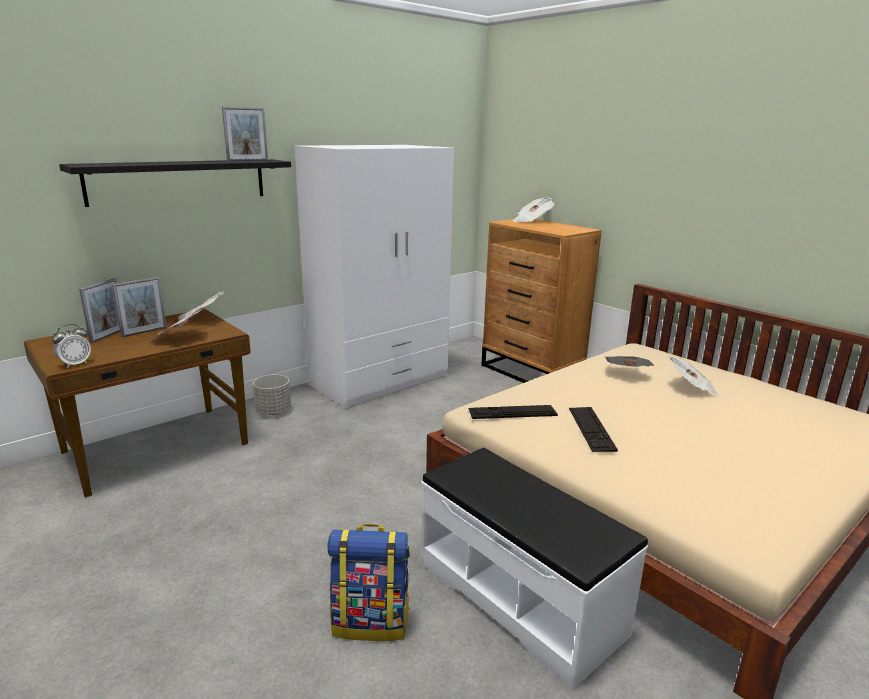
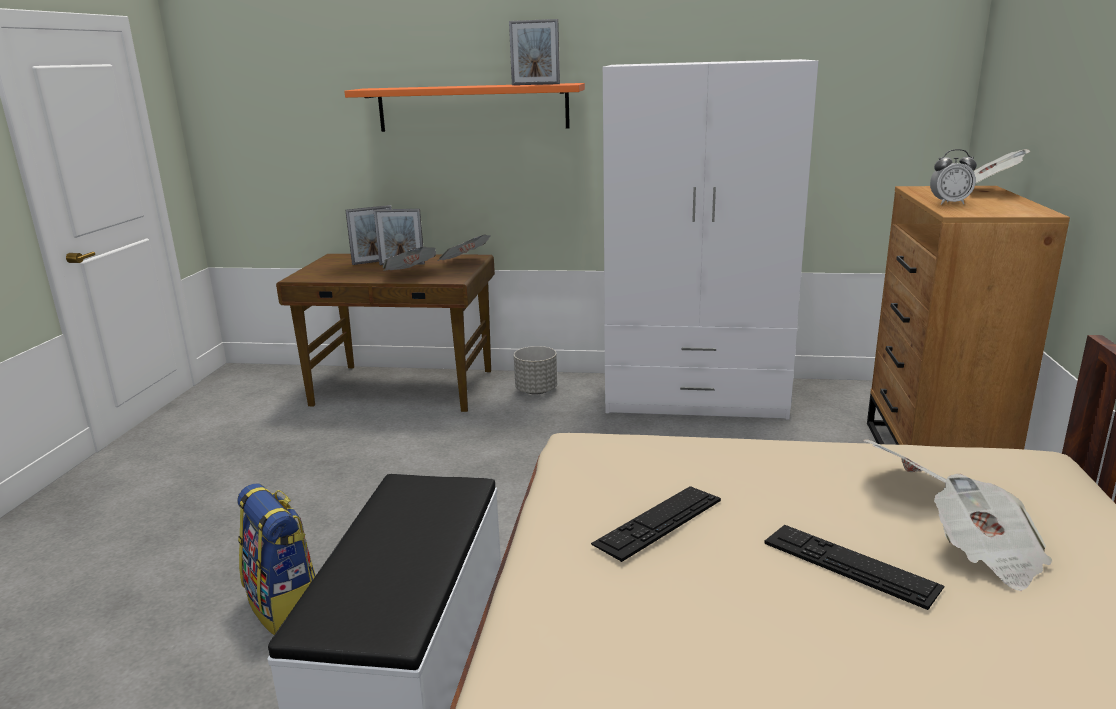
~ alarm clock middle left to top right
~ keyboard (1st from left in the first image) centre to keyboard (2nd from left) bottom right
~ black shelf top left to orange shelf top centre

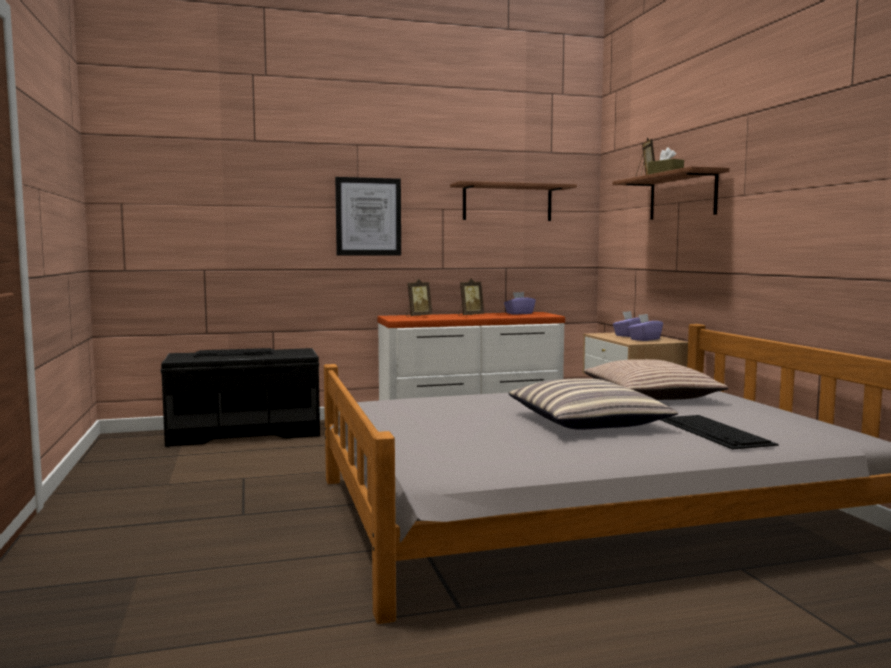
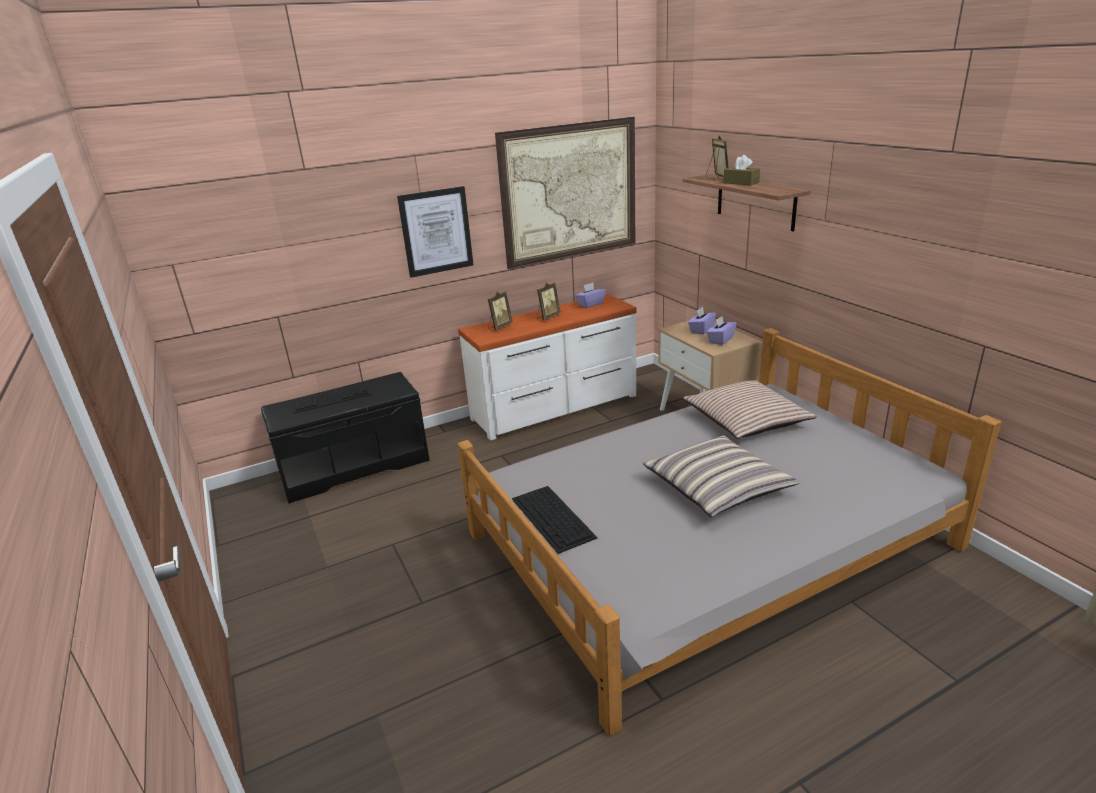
~ keyboard (2nd from left) middle right to centre
~ shelf (1st from left) top centre to picture (2nd from left) top centre

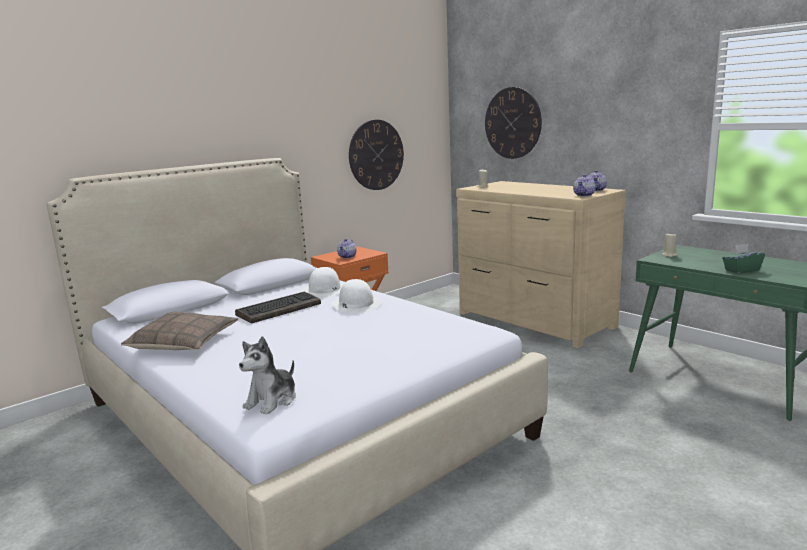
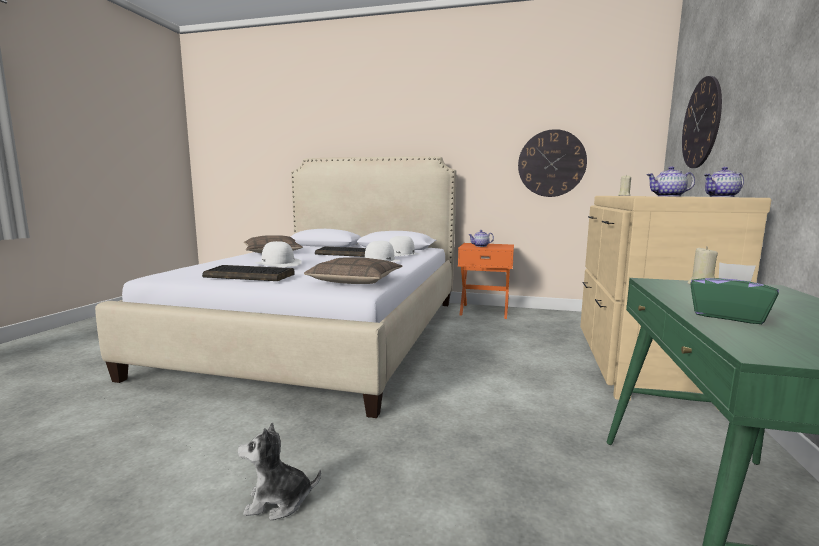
+ keyboard (1st from left) middle left
+ white hat (1st from left) centre
+ pillow (2nd from left) centre
~ plush toy bottom left to bottom centre

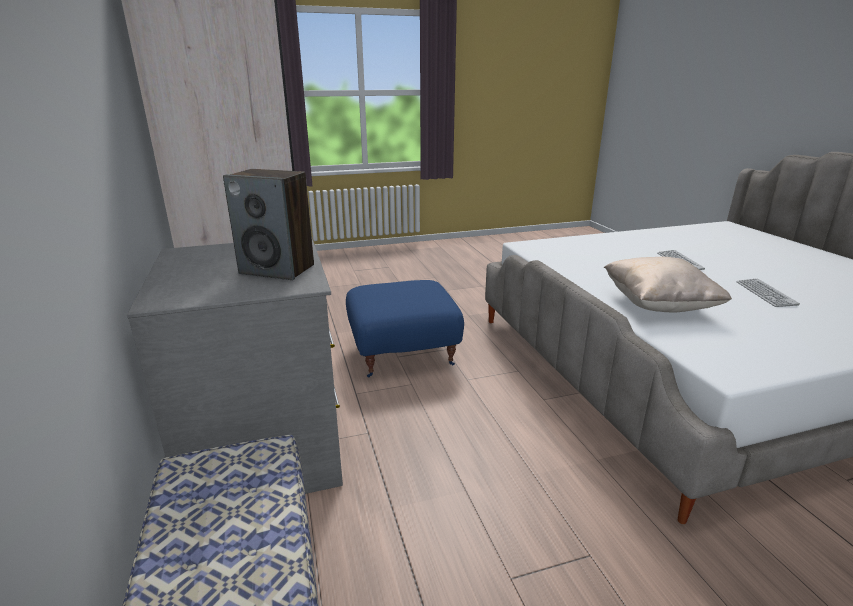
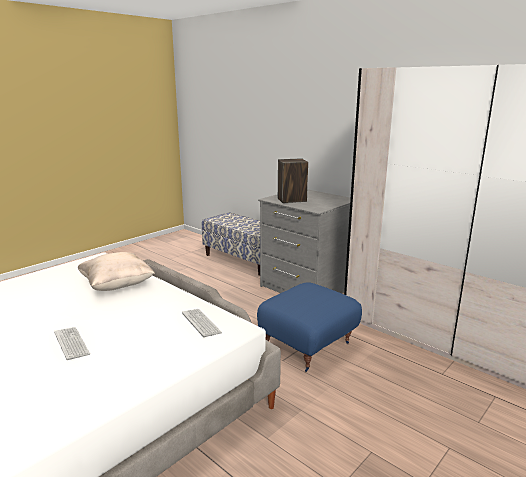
~ keyboard (2nd from left) middle right to bottom centre

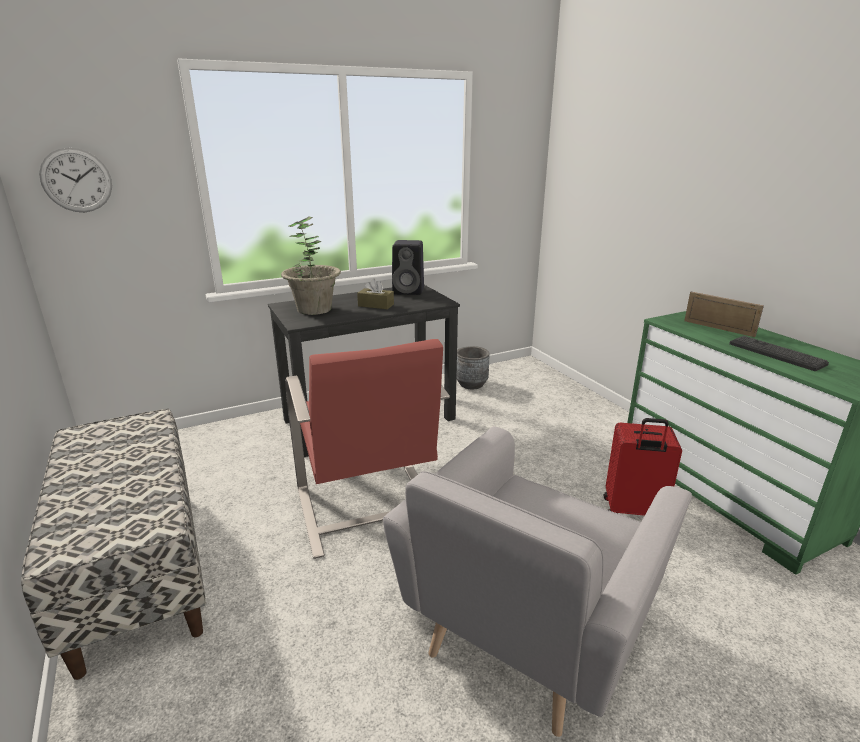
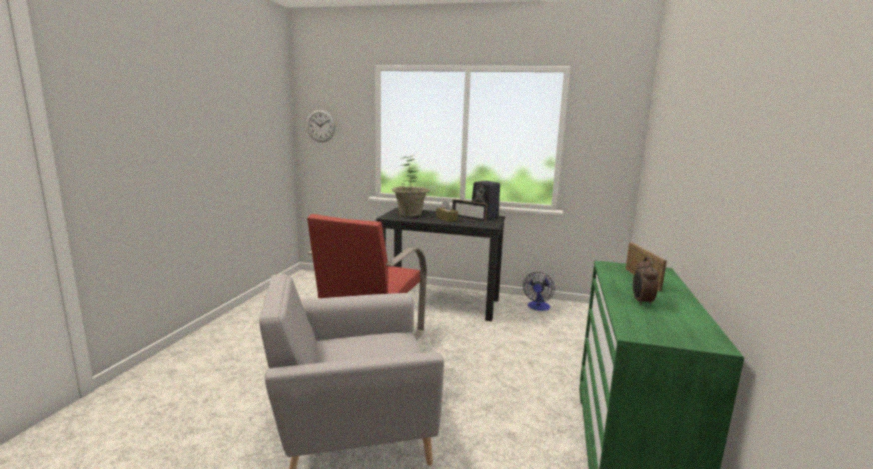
- bench bottom left
- red suitcase middle right
+ picture frame (1st from left) centre
~ grey planter centre to fan centre
~ keyboard middle right to alarm clock middle right

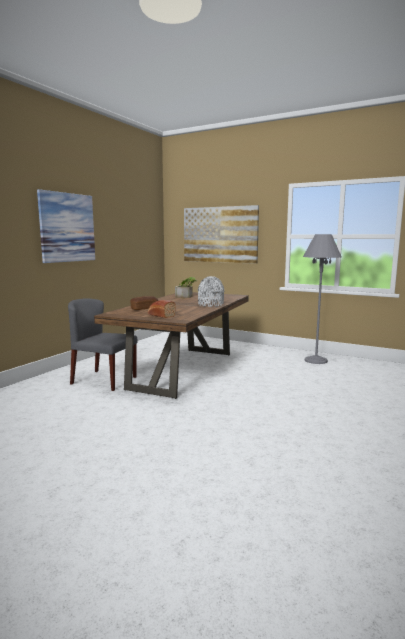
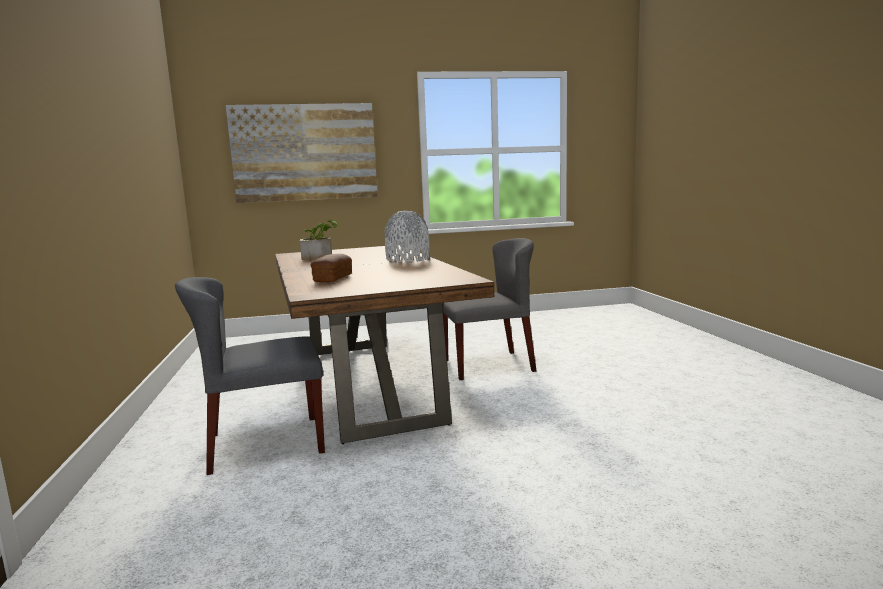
- picture (1st from left) middle left
- bread (2nd from left) centre
- grey floor lamp middle right
+ grey chair (2nd from left) centre

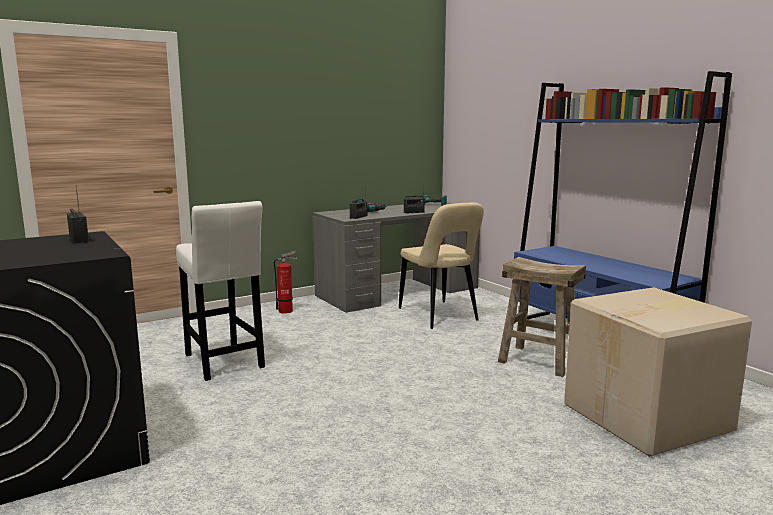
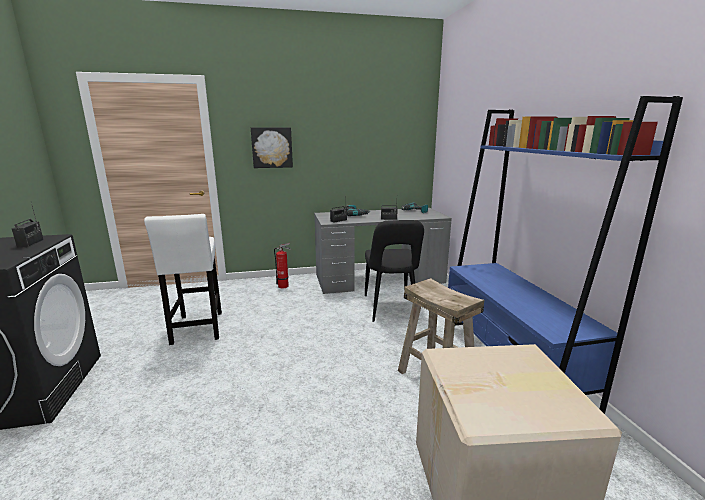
+ picture top centre
~ beige chair centre to black chair centre

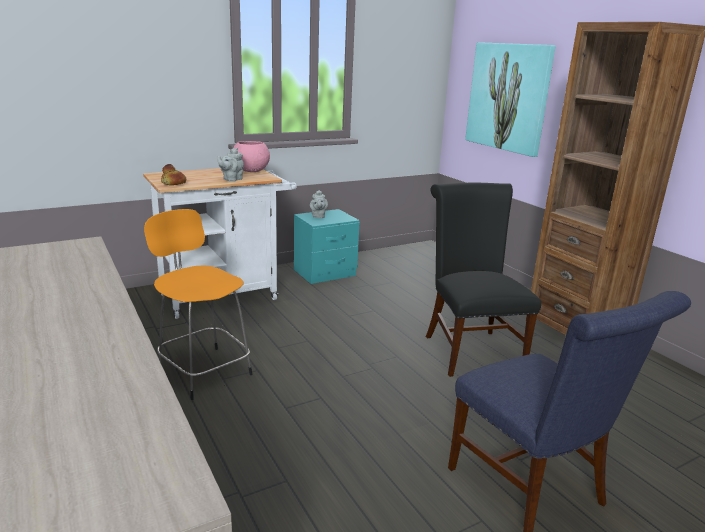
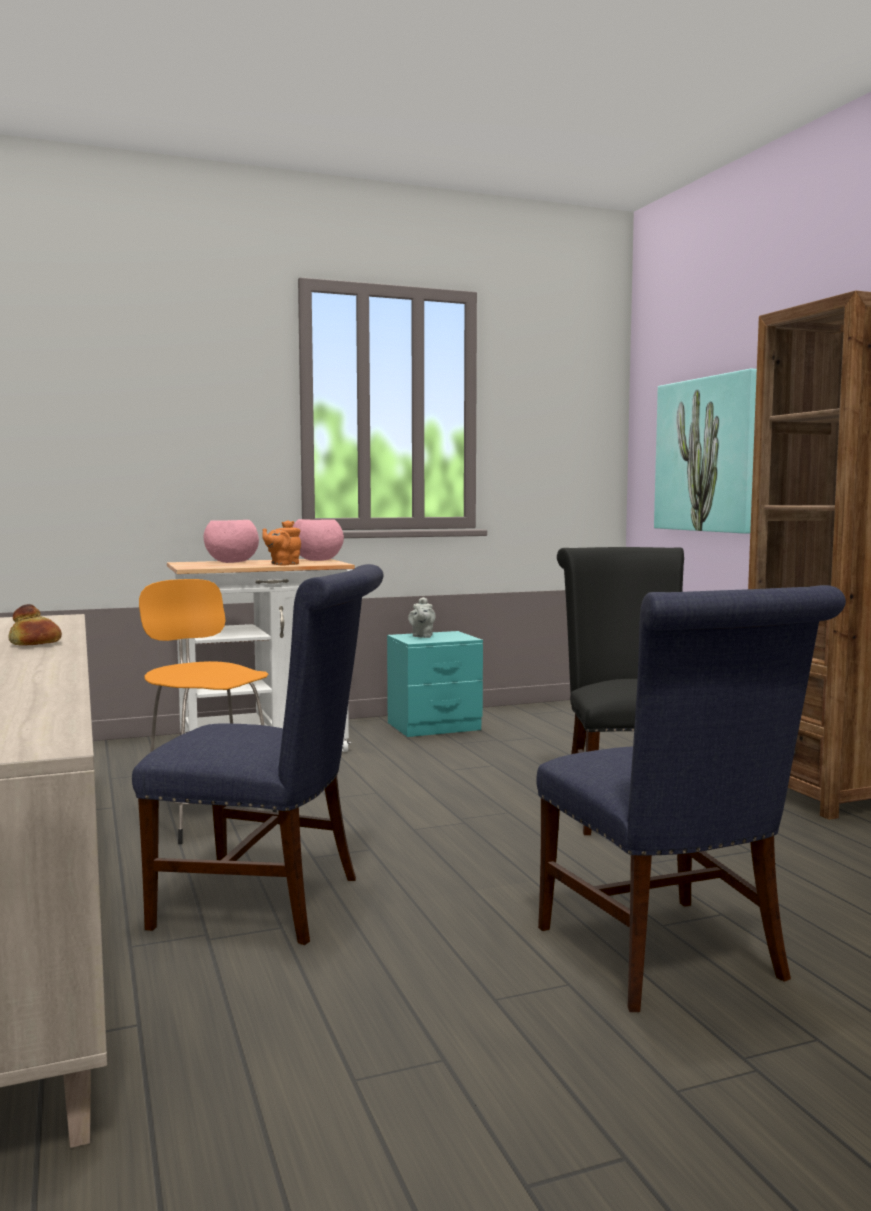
+ blue chair (1st from left) middle left
+ pink bowl (1st from left) middle left
~ bread top left to middle left
~ grey teapot (1st from left) top left to orange teapot middle left

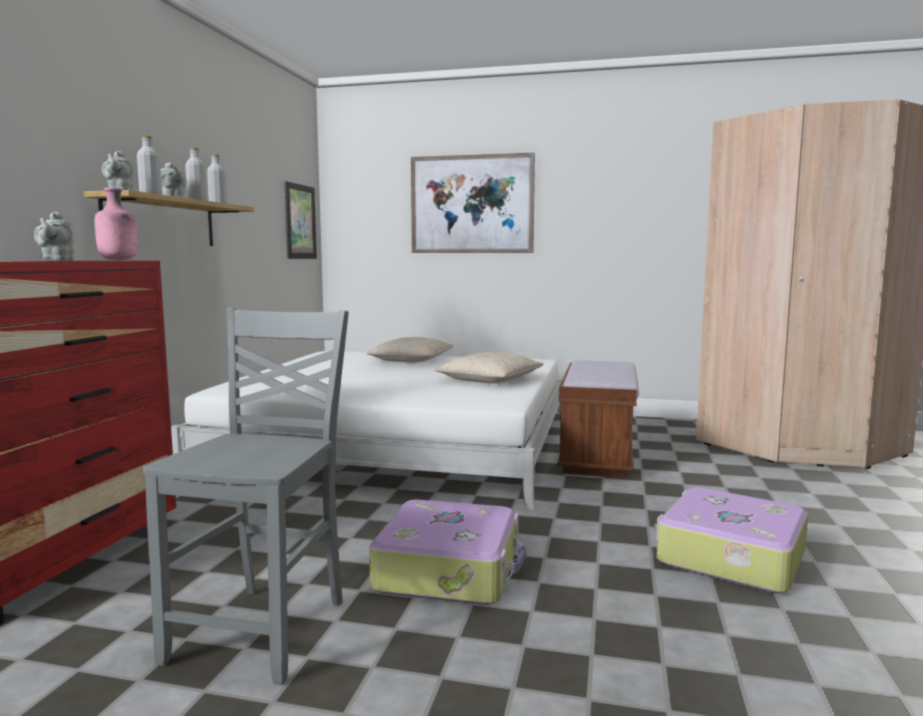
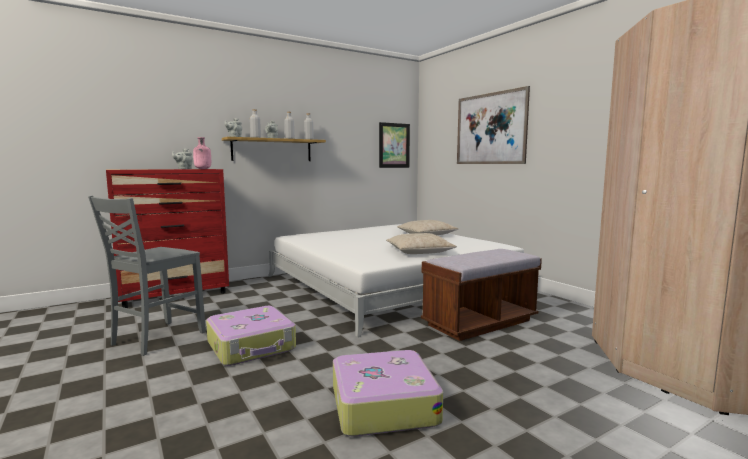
~ grey chair bottom left = middle left 150 degrees clockwise

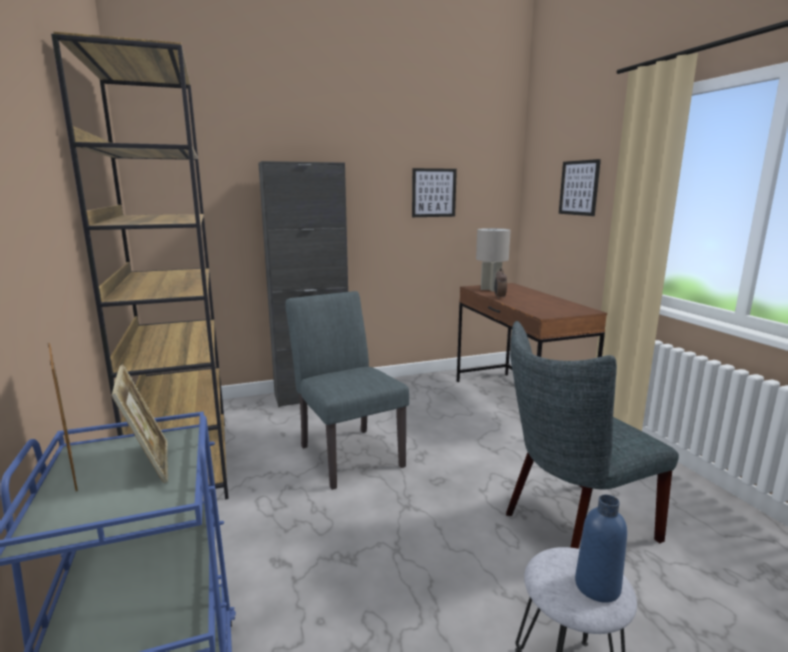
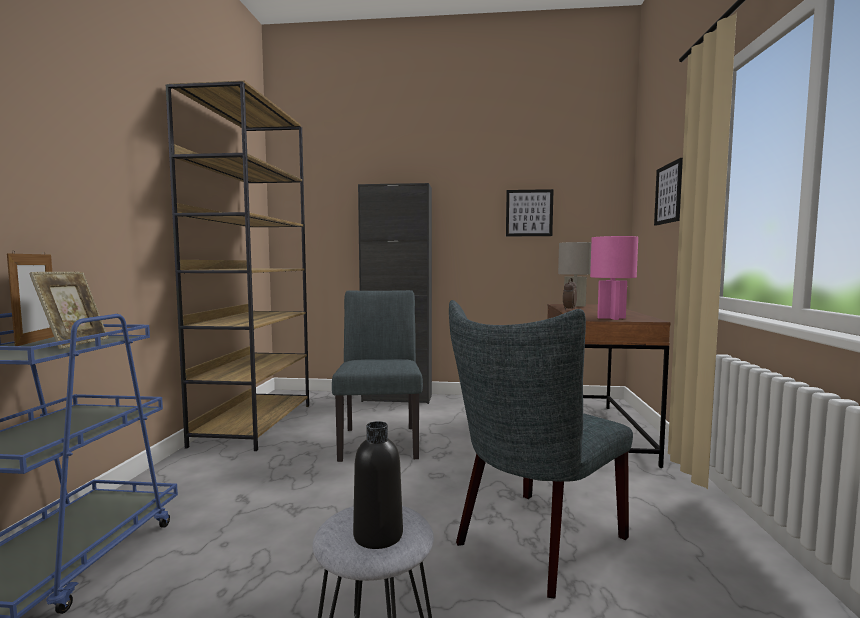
+ pink table lamp middle right
~ blue bottle bottom right to black bottle bottom centre
~ grey chair (2nd from left) bottom right = bottom centre 45 degrees counterclockwise

